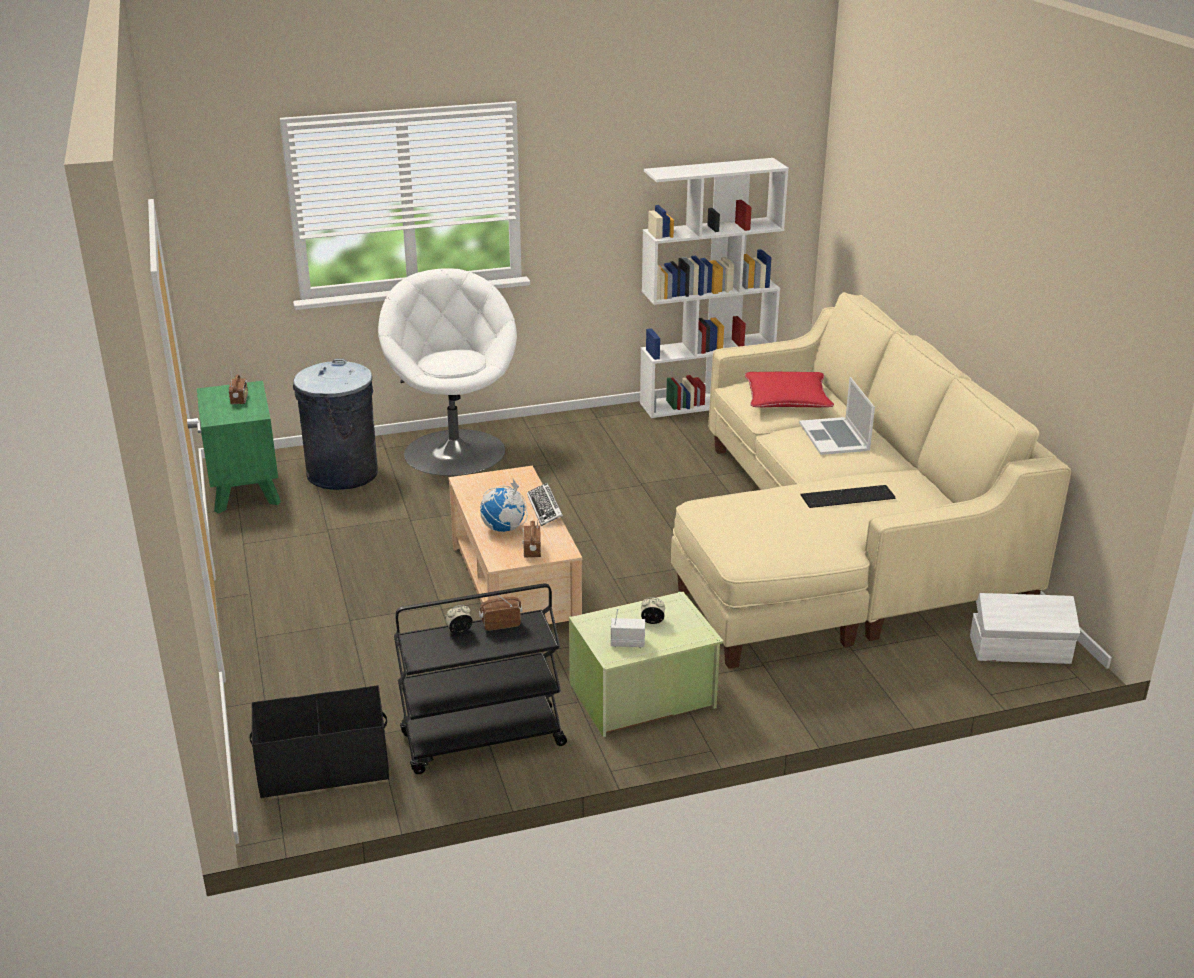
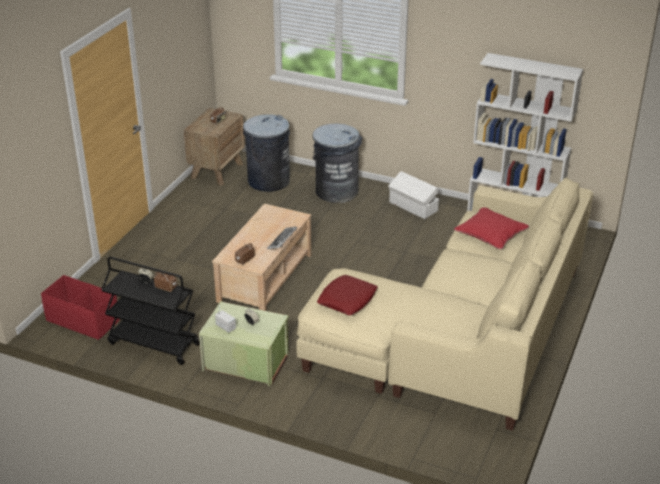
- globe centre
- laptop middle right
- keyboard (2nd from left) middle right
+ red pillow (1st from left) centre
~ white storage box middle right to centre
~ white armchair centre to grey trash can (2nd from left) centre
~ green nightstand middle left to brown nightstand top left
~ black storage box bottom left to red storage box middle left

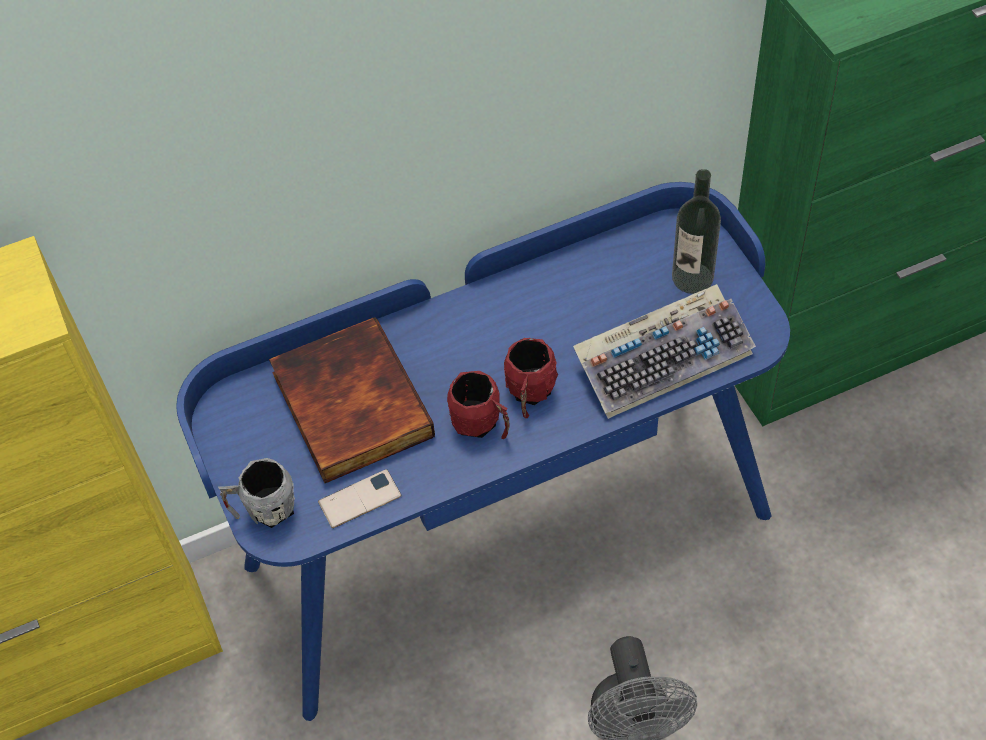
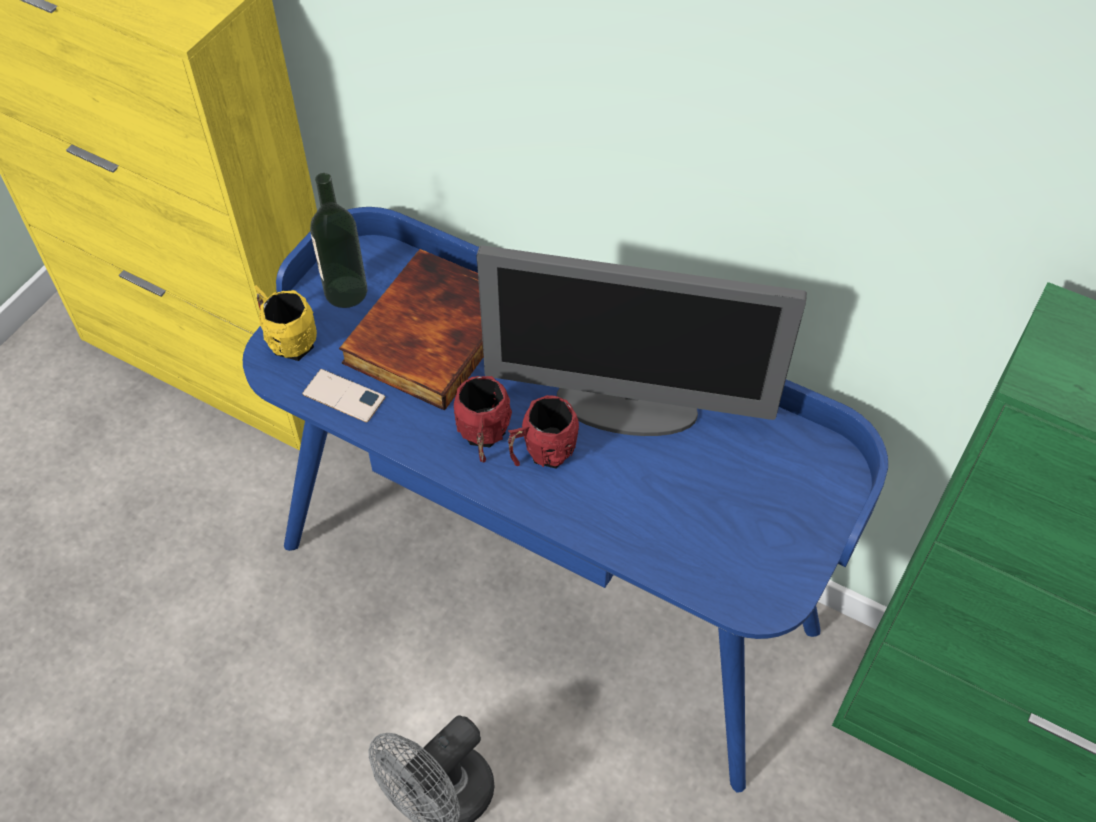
- keyboard middle right
+ monitor centre
~ bottle top right to top left
~ grey mug middle left to yellow mug middle left

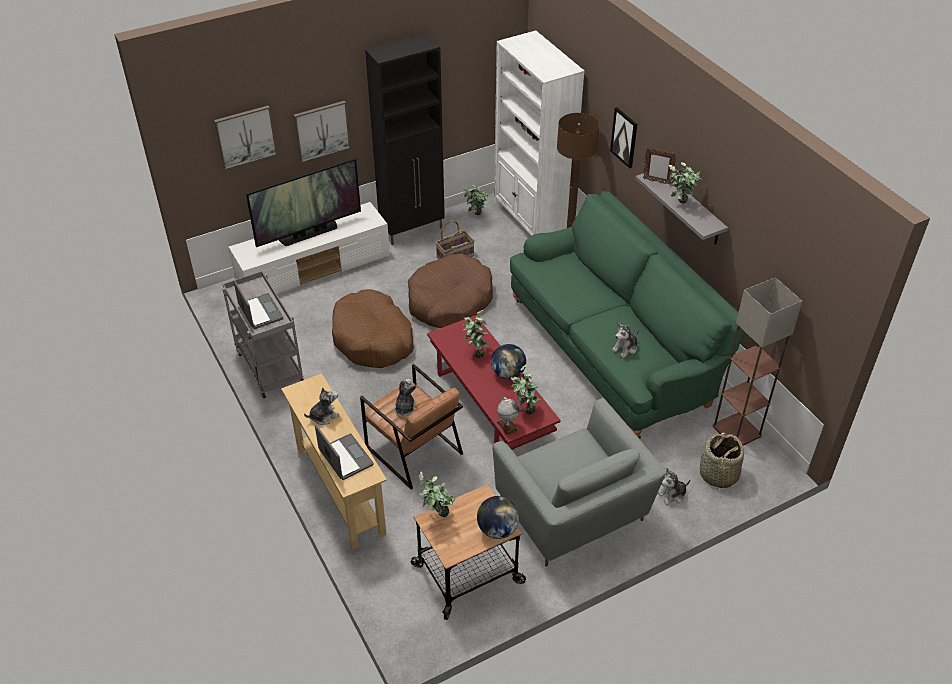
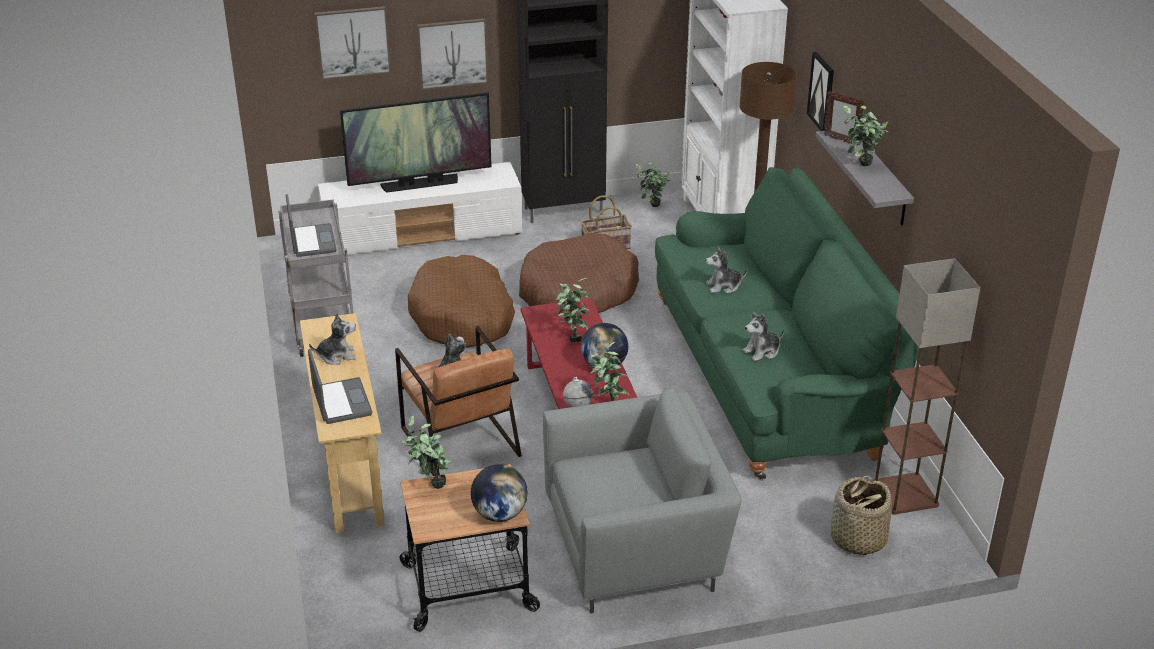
~ plush toy (4th from left in the first image) bottom right to plush toy (3rd from left) centre
~ grey armchair bottom centre = bottom centre 90 degrees counterclockwise

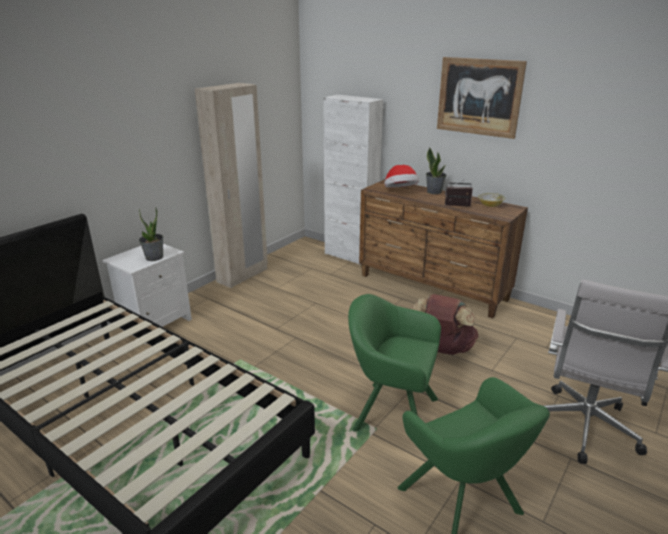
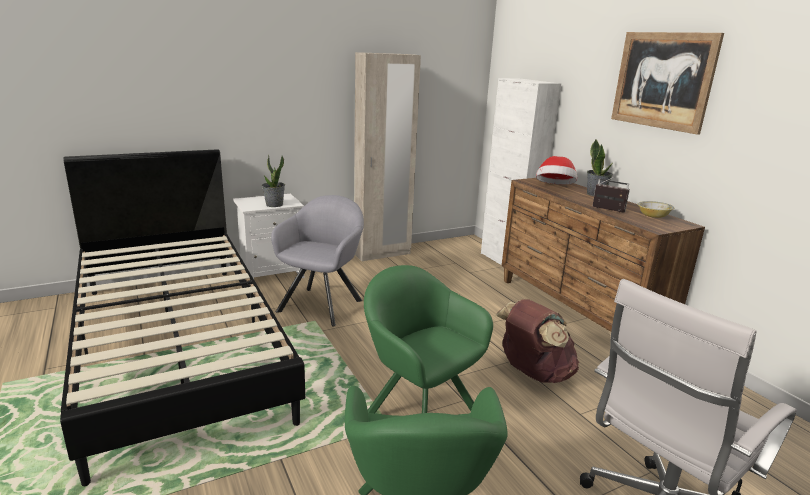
+ grey armchair centre

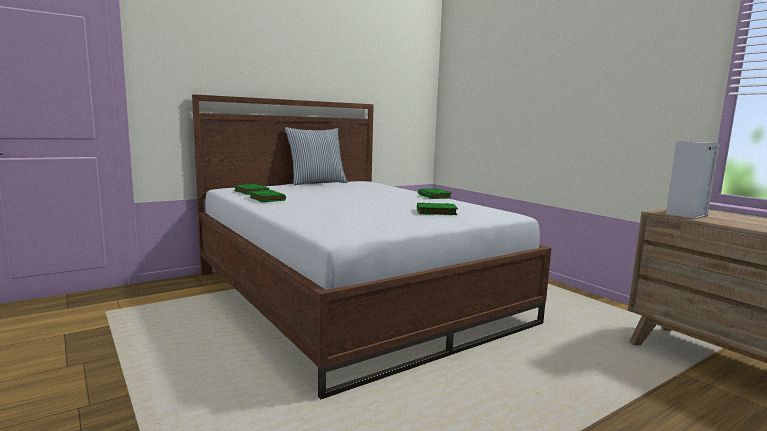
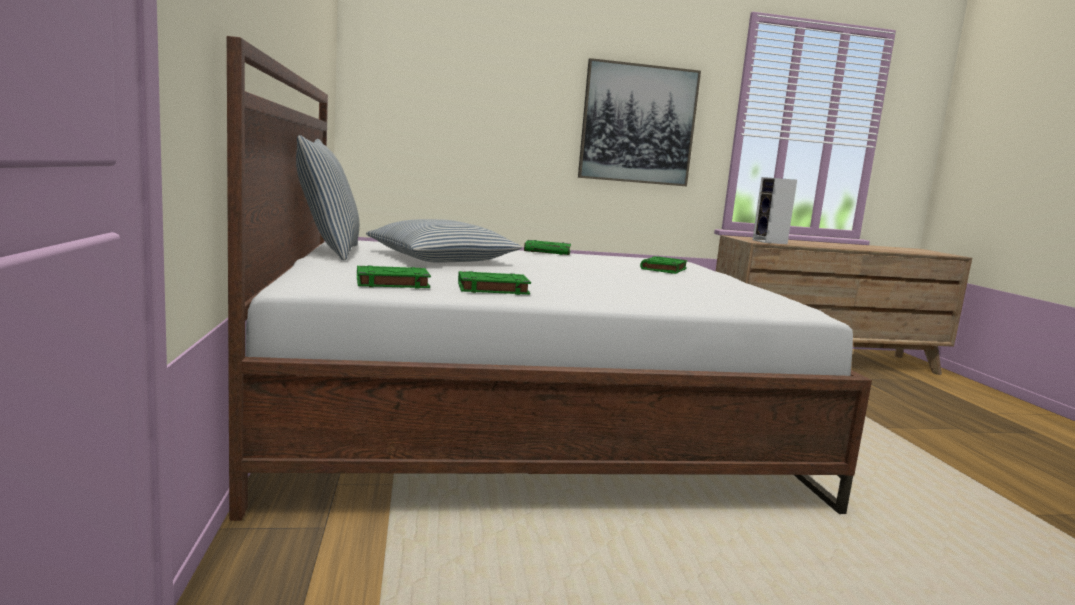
+ pillow (2nd from left) centre
+ picture top centre

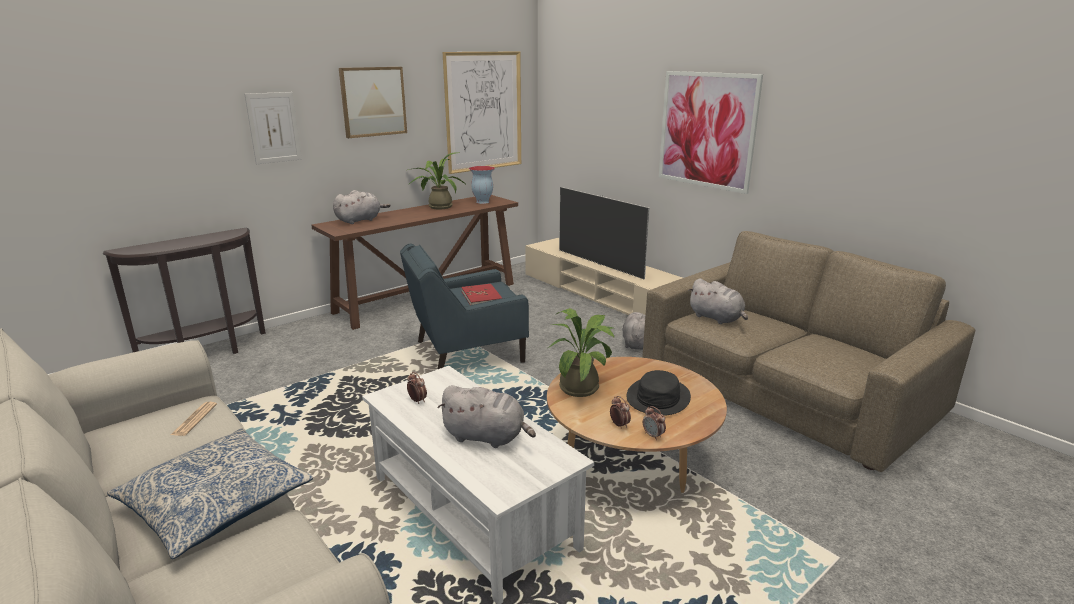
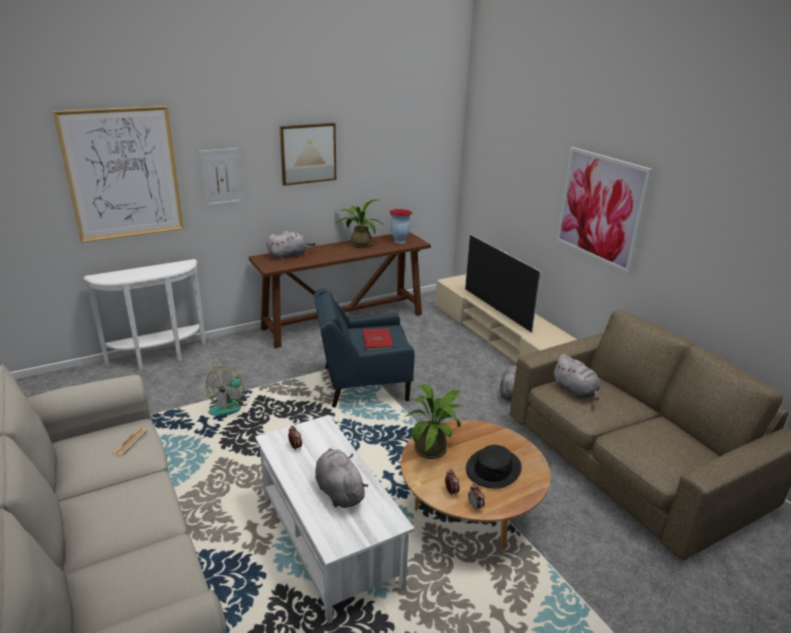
- pillow bottom left
+ fan middle left
~ picture (3rd from left in the first image) top centre to picture (1st from left) top left
~ brown console table (1st from left) middle left to white console table middle left
~ grey plush toy (2nd from left) bottom centre = bottom centre 150 degrees counterclockwise

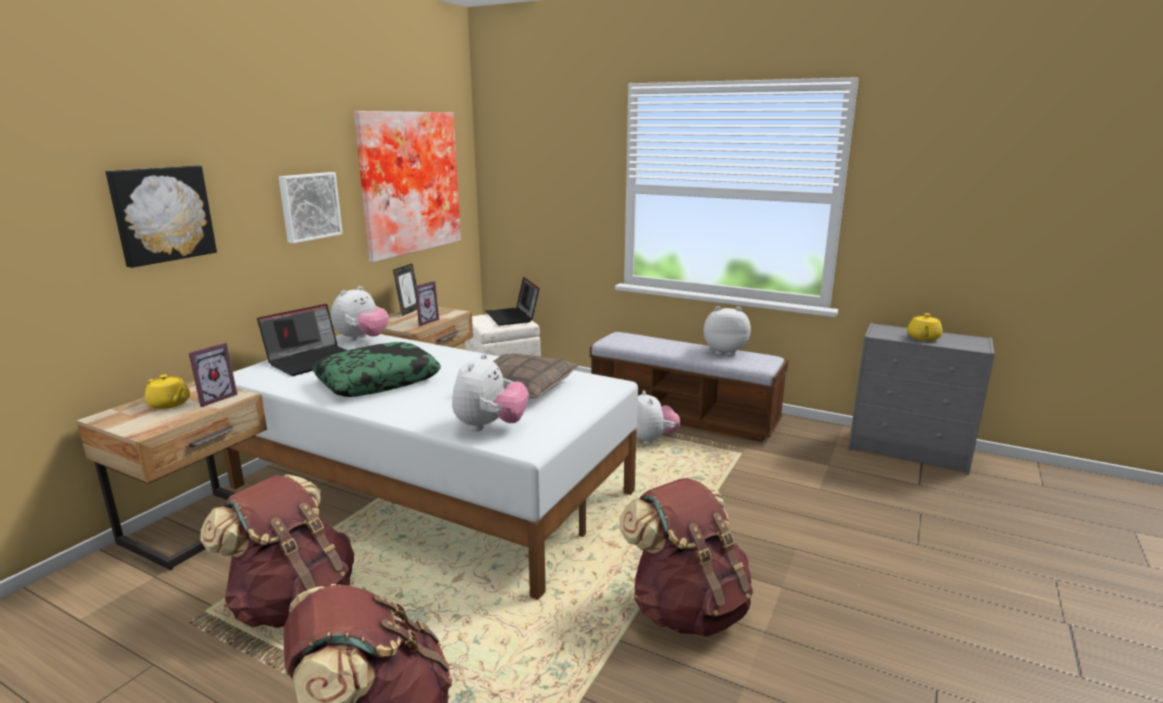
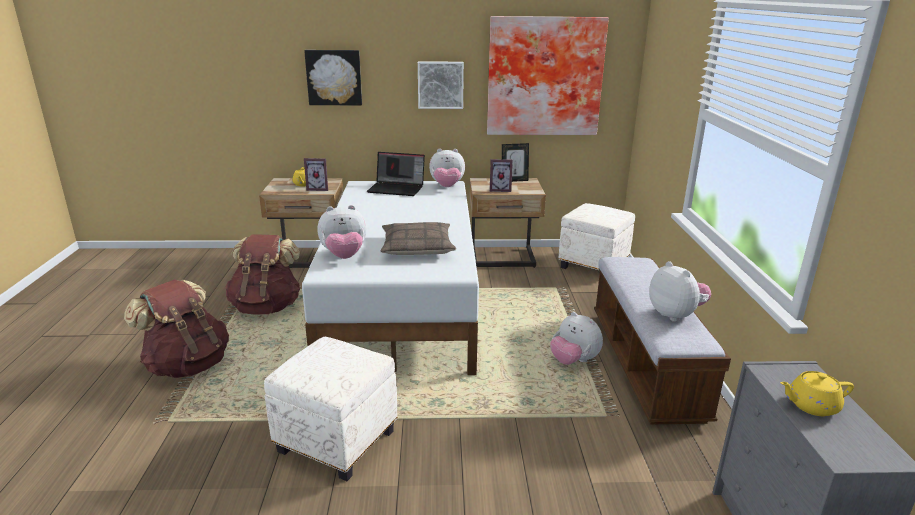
- pillow (1st from left) middle left
- laptop (2nd from left) centre
~ brown backpack (3rd from left) bottom centre to white ottoman (1st from left) bottom centre
~ plush toy (3rd from left) centre = centre 90 degrees clockwise

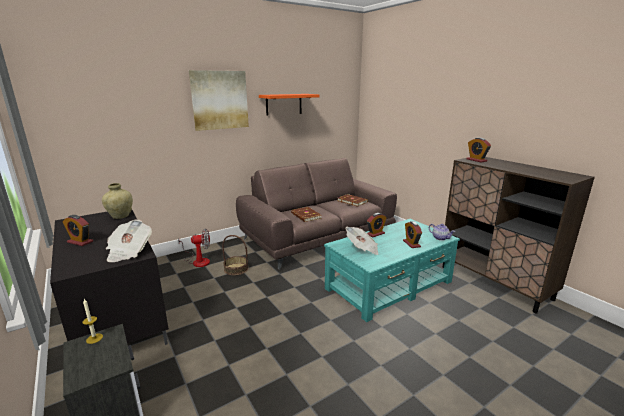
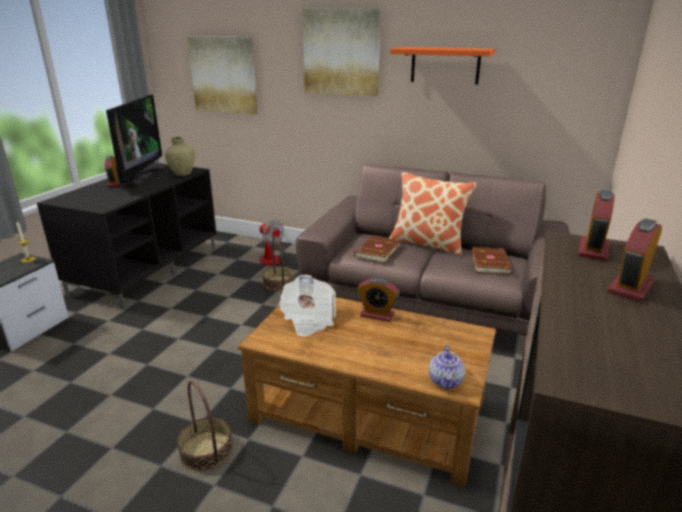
- newspaper (1st from left) middle left
+ television top left
+ basket (1st from left) bottom left
+ picture (1st from left) top left
+ pillow centre
~ alarm clock (3rd from left in the first image) centre to alarm clock (4th from left) middle right
~ turquoise coffee table centre to brown coffee table bottom centre

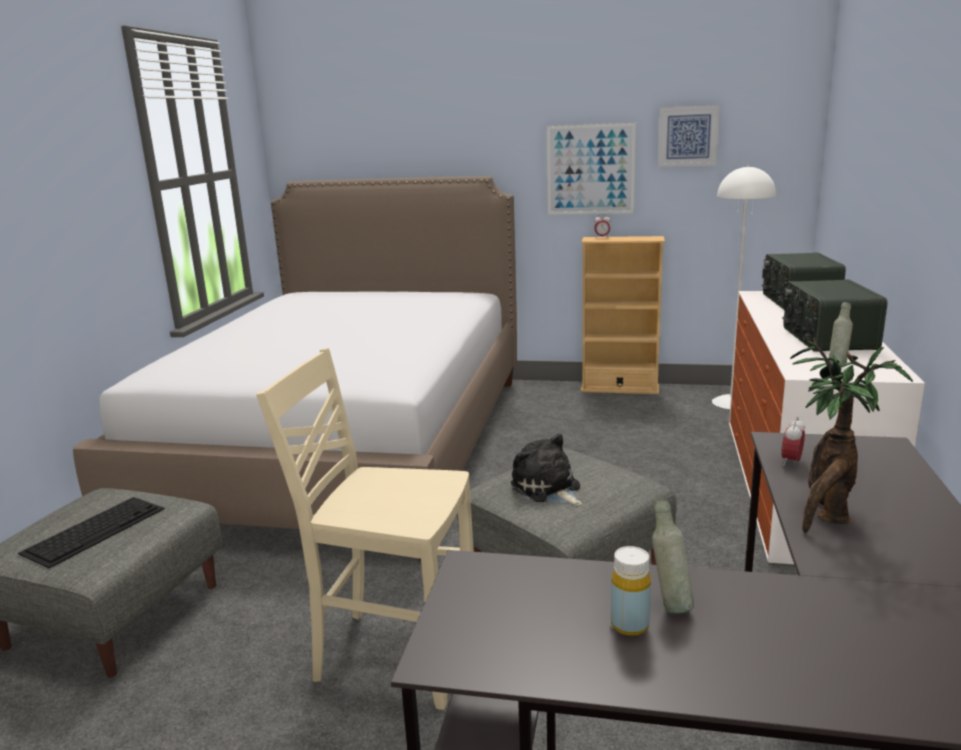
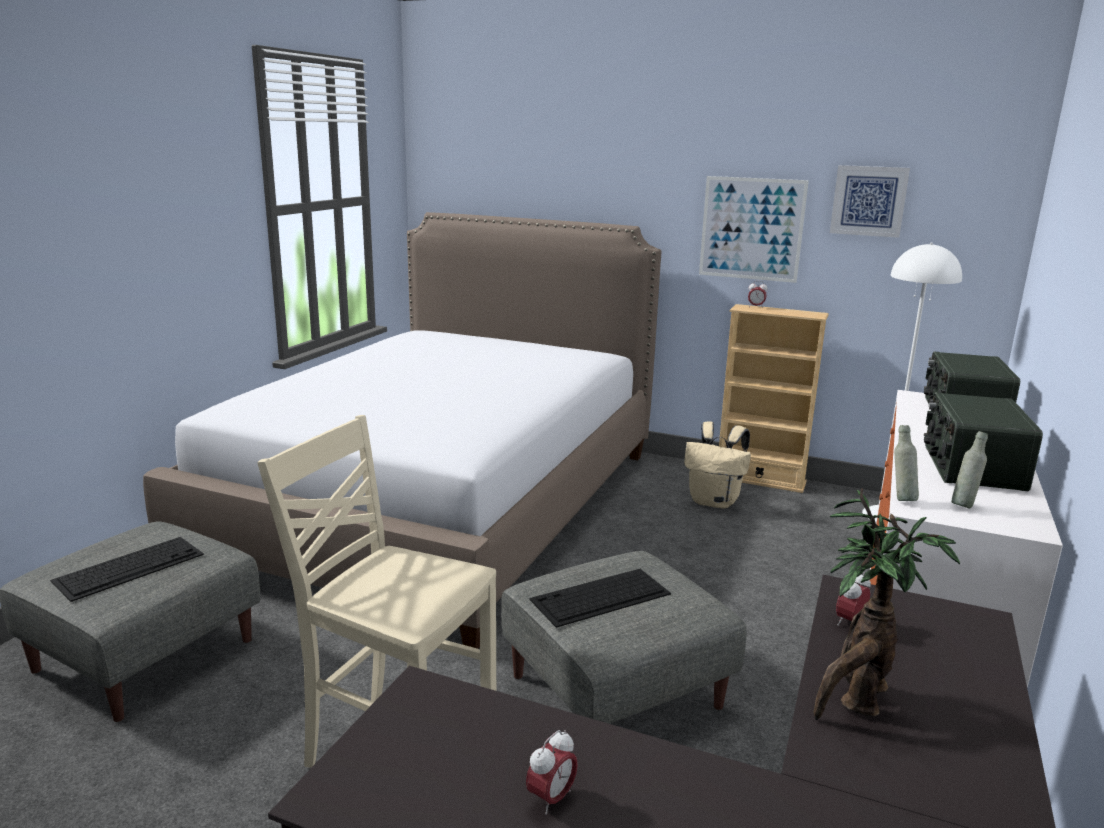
+ beige backpack centre
~ grey bottle (1st from left) bottom right to middle right
~ plush toy centre to keyboard (2nd from left) bottom centre
~ yellow bottle bottom centre to alarm clock (1st from left) bottom centre

